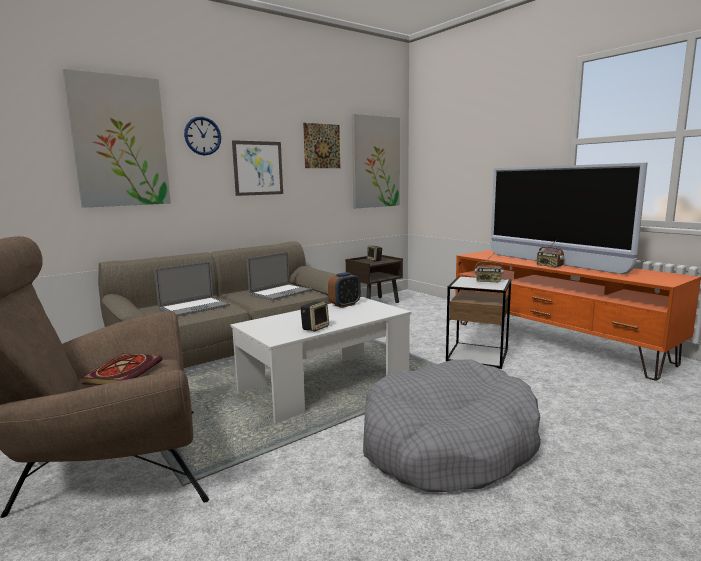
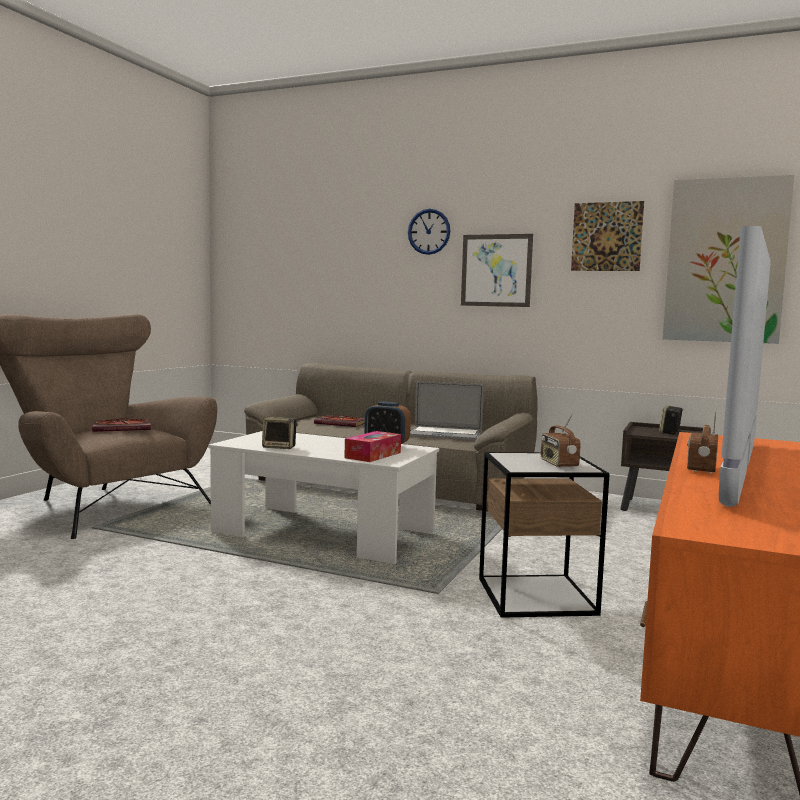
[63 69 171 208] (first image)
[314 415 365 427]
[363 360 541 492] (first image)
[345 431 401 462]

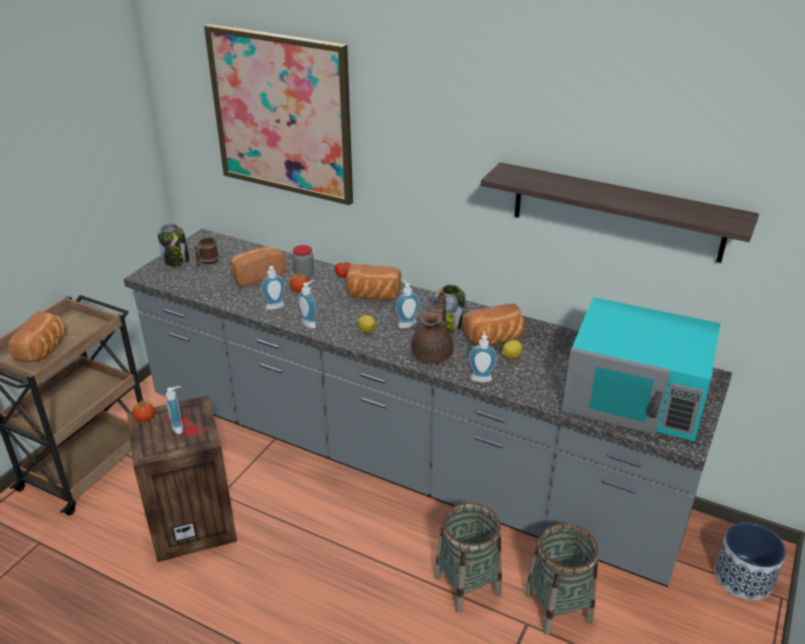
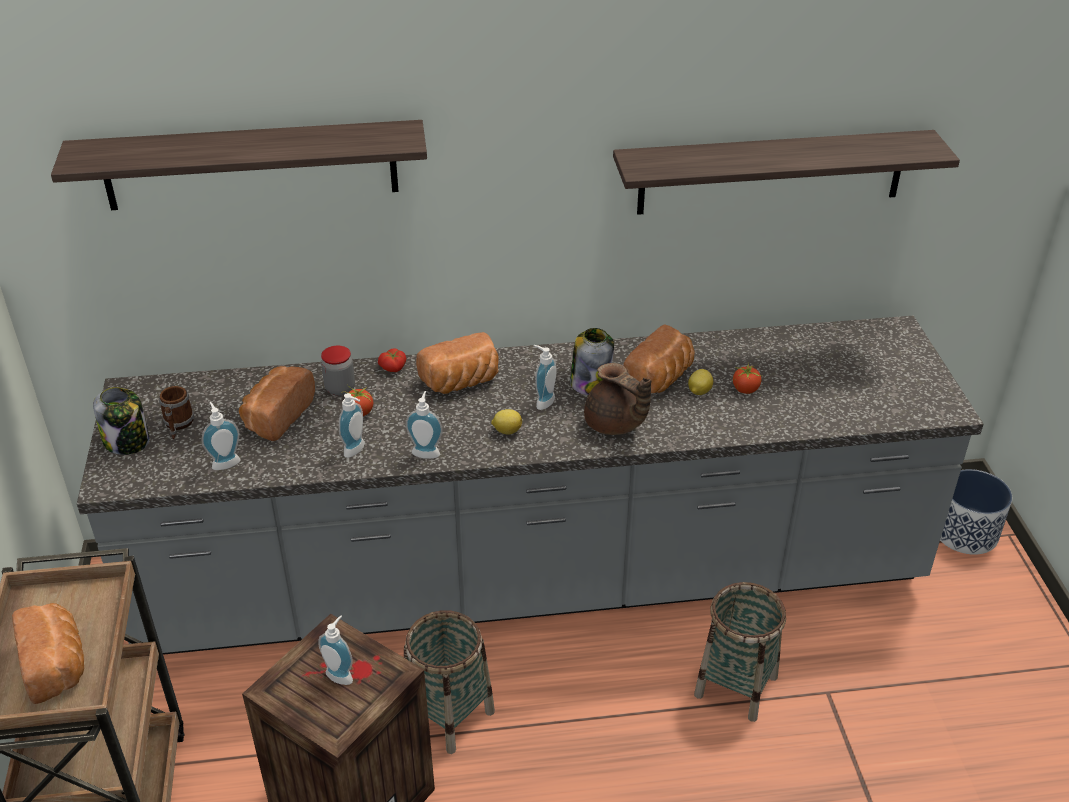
[51 120 427 210]
[584 363 651 435]
[562 297 721 441] (first image)
[202 402 240 470]
[733 363 763 394]
[404 610 495 754]

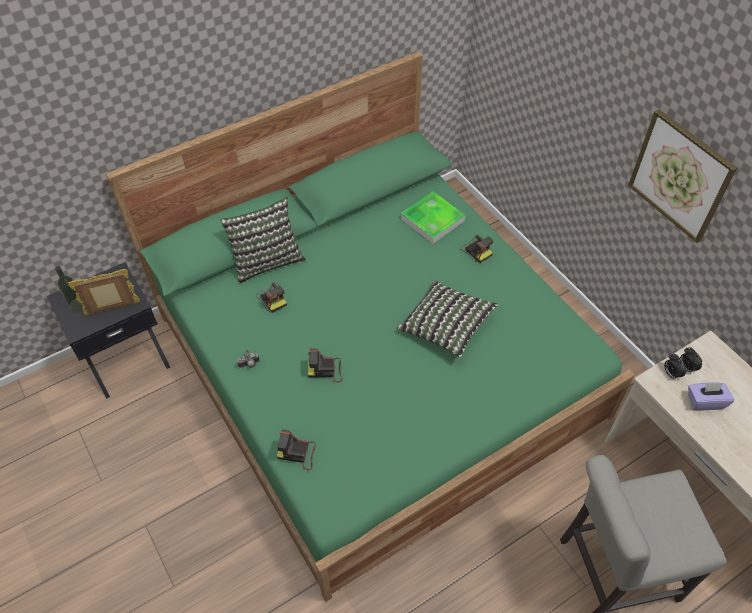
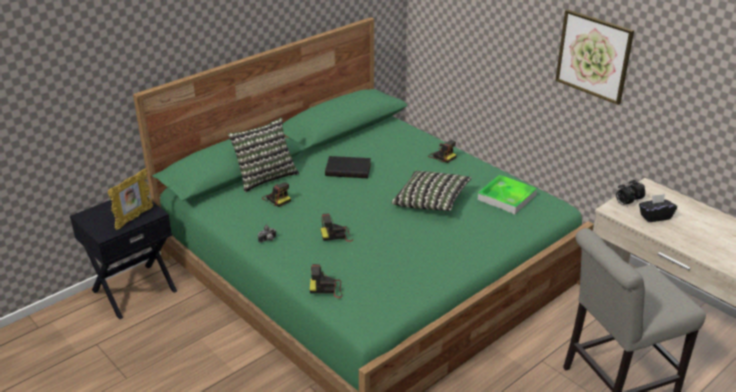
[477 175 537 214]
[55 266 84 310] (first image)
[108 168 153 230]
[639 194 677 222]
[325 156 371 178]

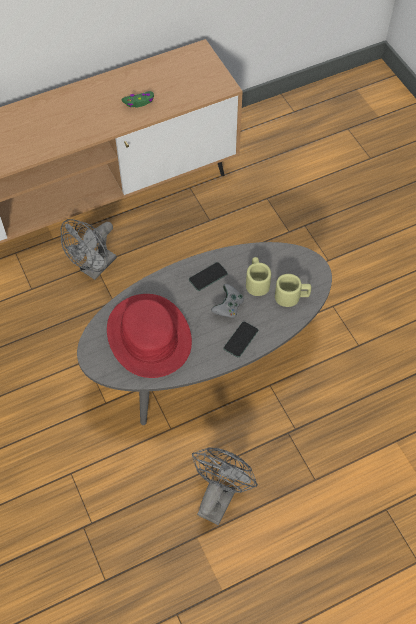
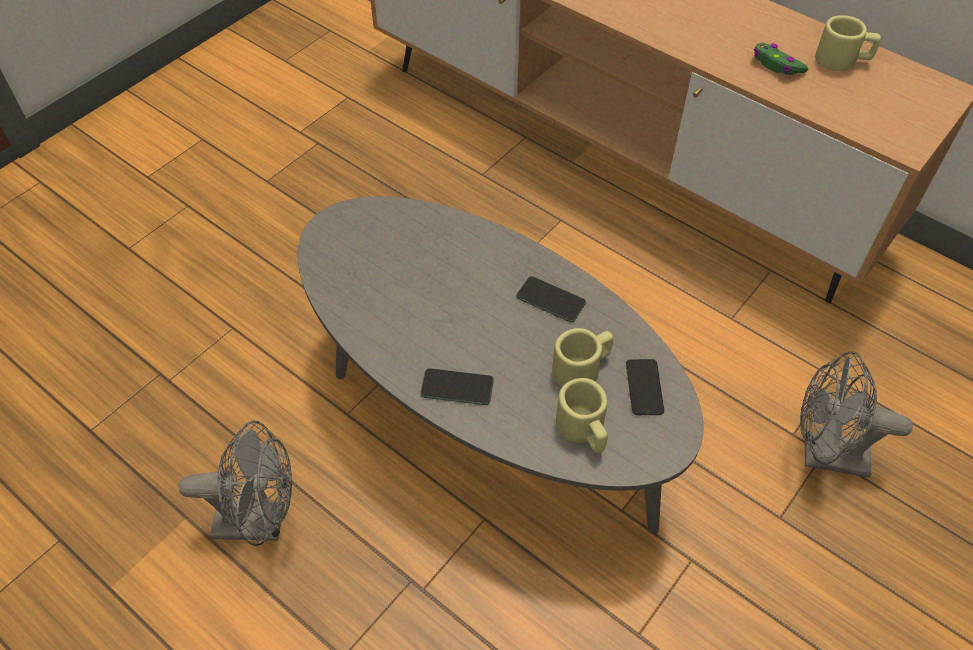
[800 351 913 478]
[211 284 244 318] (first image)
[107 294 192 378] (first image)
[815 15 881 71]
[626 359 664 415]

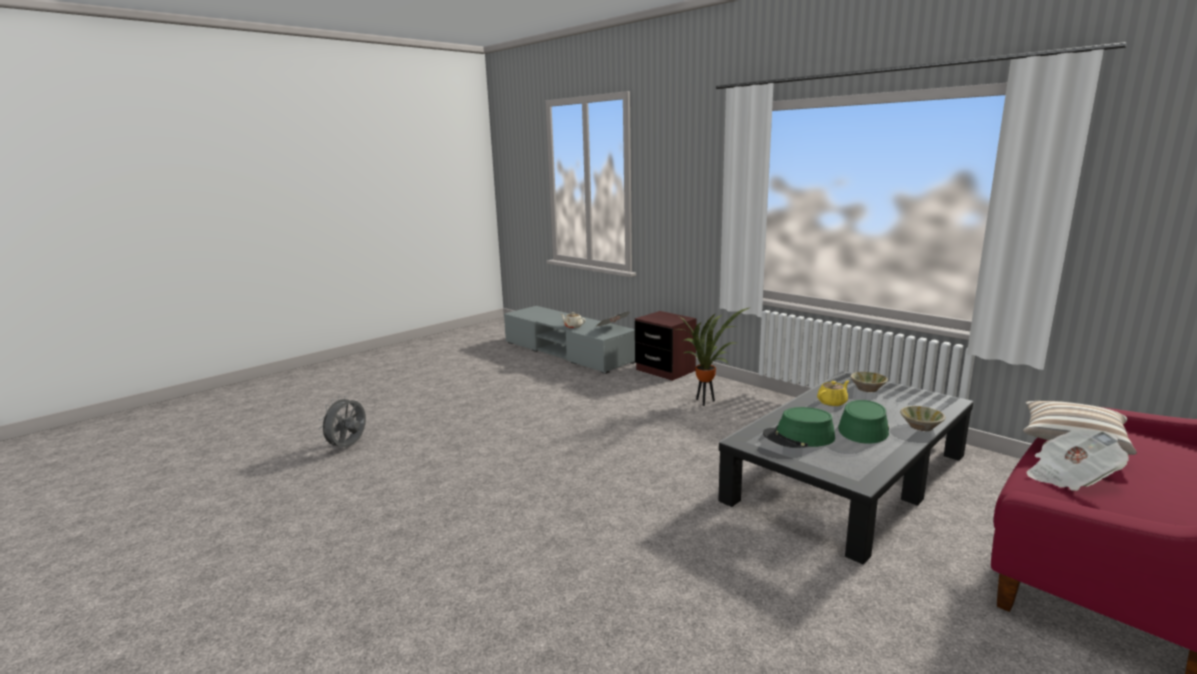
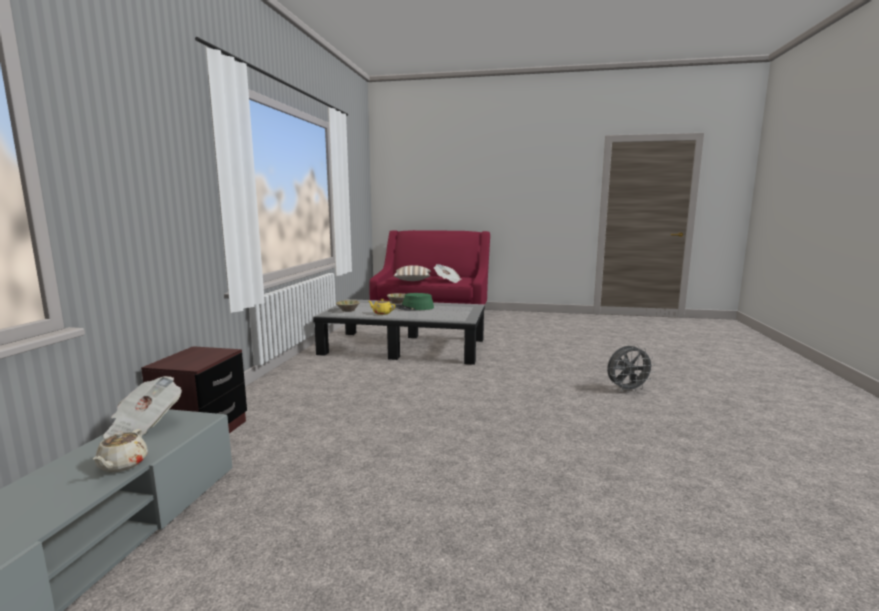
[679 307 751 406] (first image)
[607 345 655 393]
[763 407 835 448] (first image)

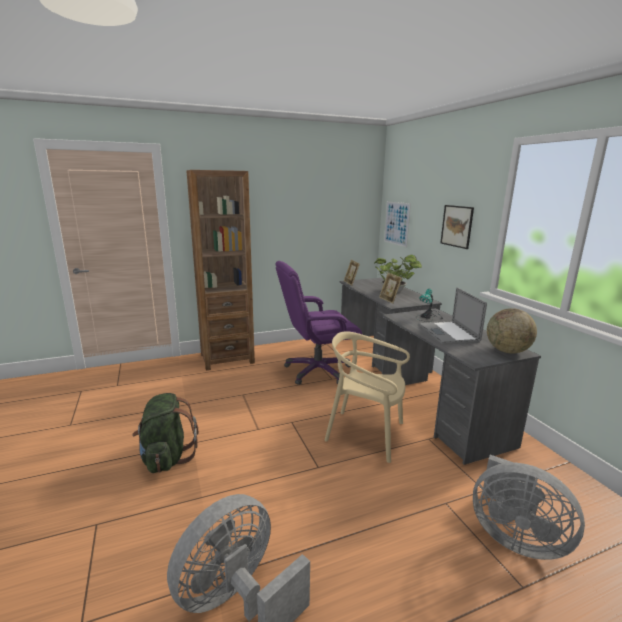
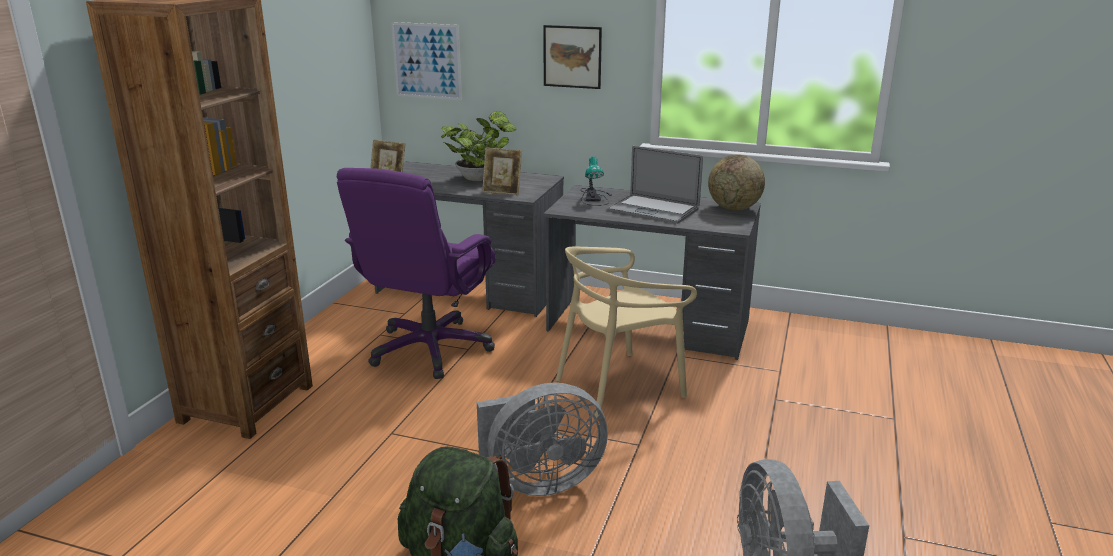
[477 383 608 496]

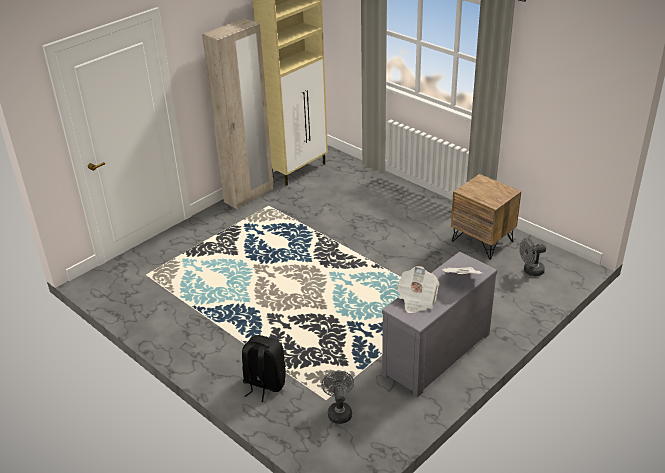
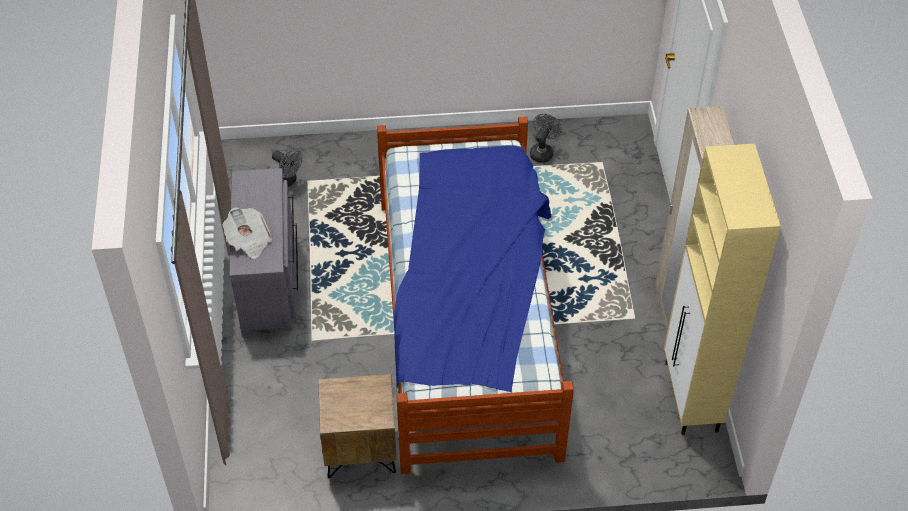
[530 113 562 163]
[397 266 439 313] (first image)
[242 335 286 402] (first image)
[377 116 574 474]

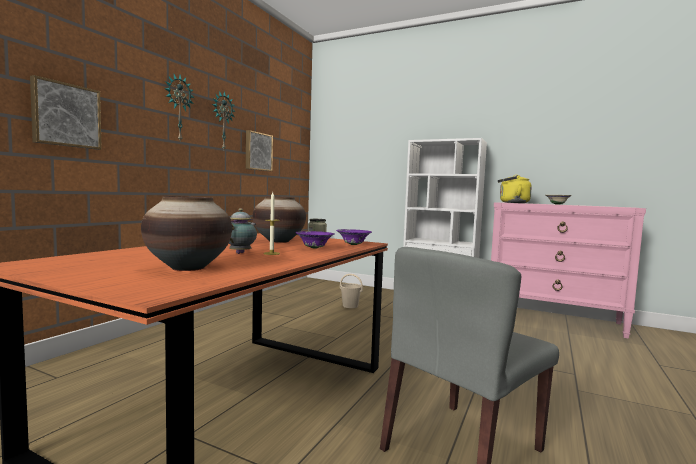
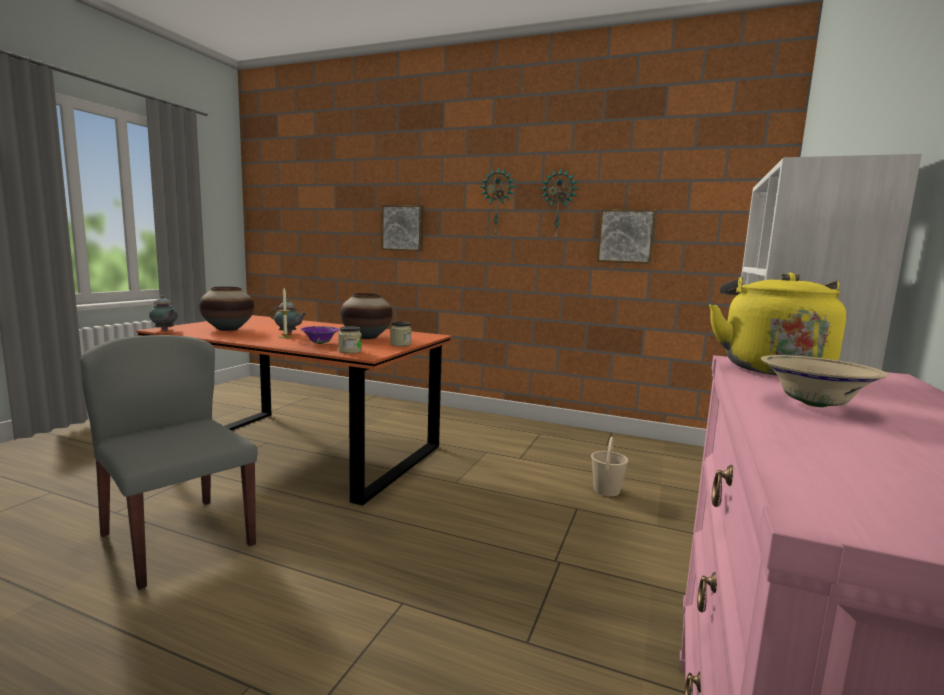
[338 326 362 353]
[149 295 178 330]

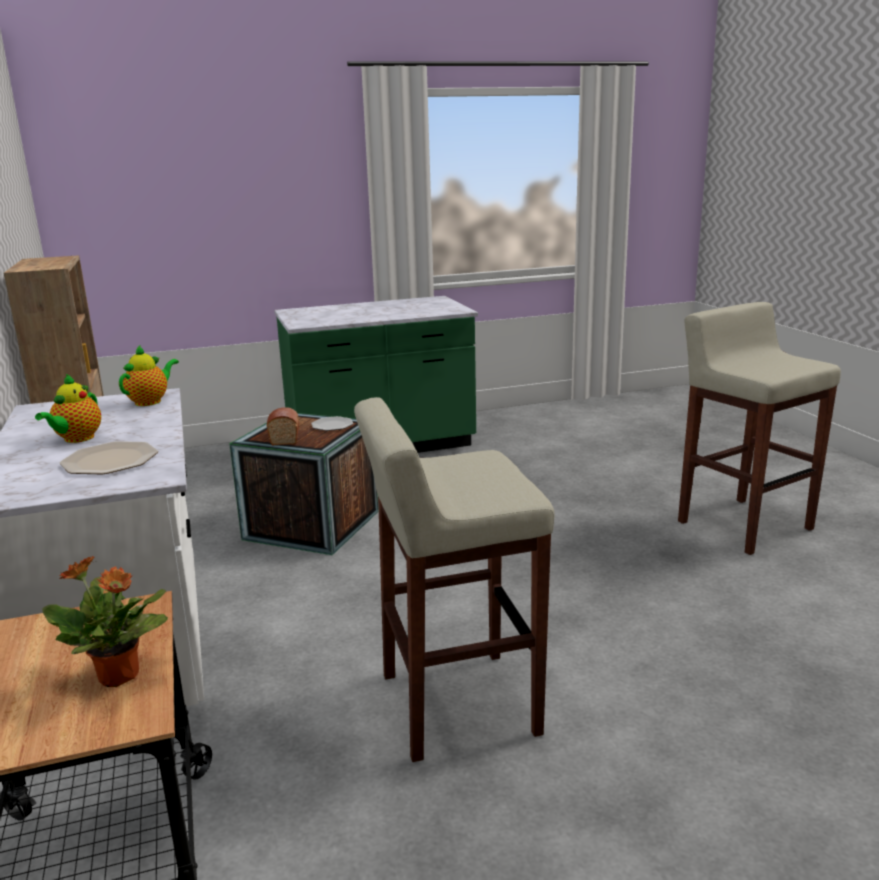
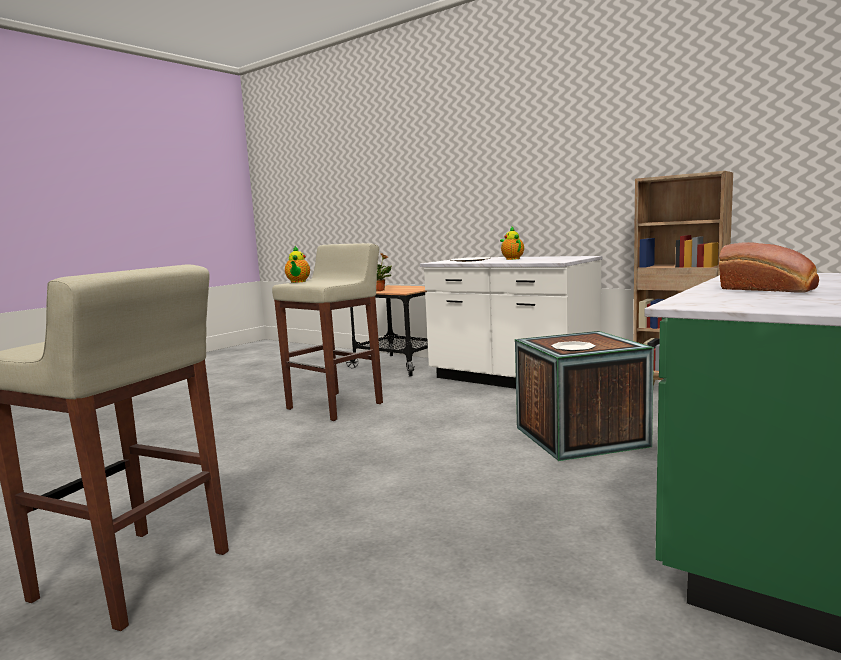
[285 246 310 283]
[719 242 819 293]

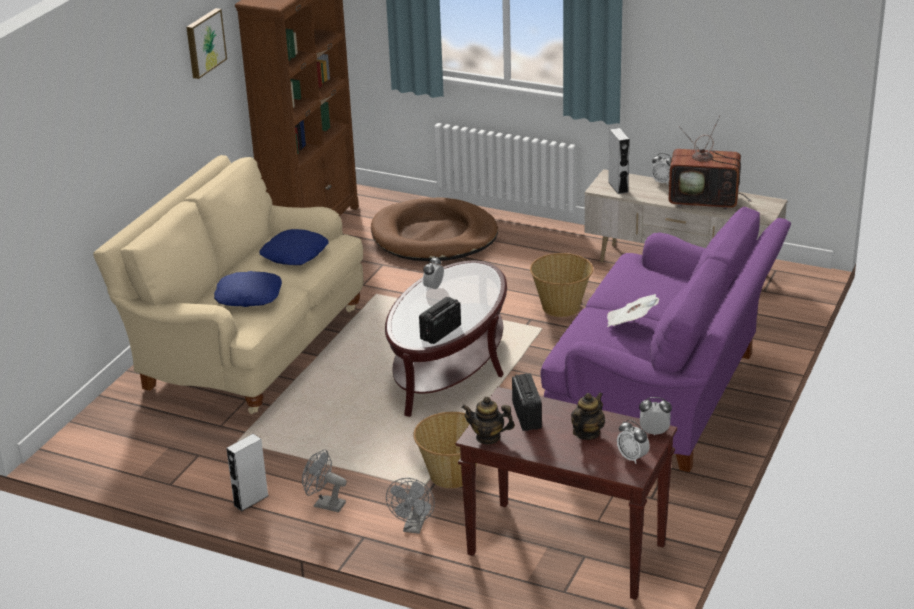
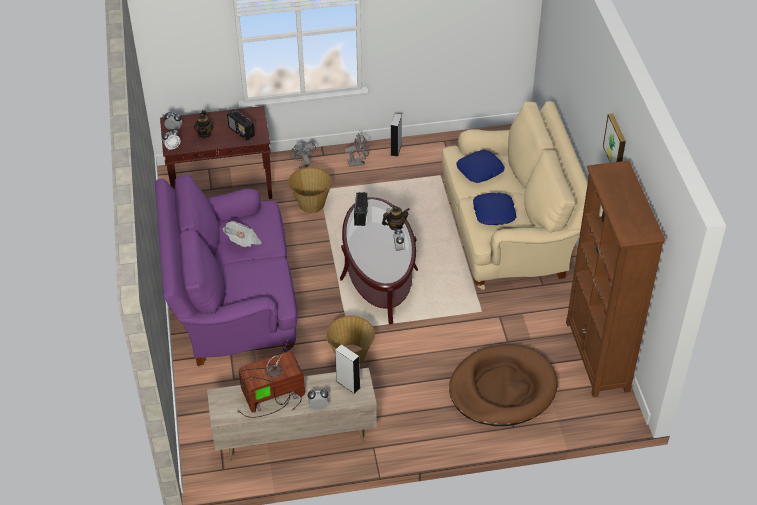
[382 206 410 231]

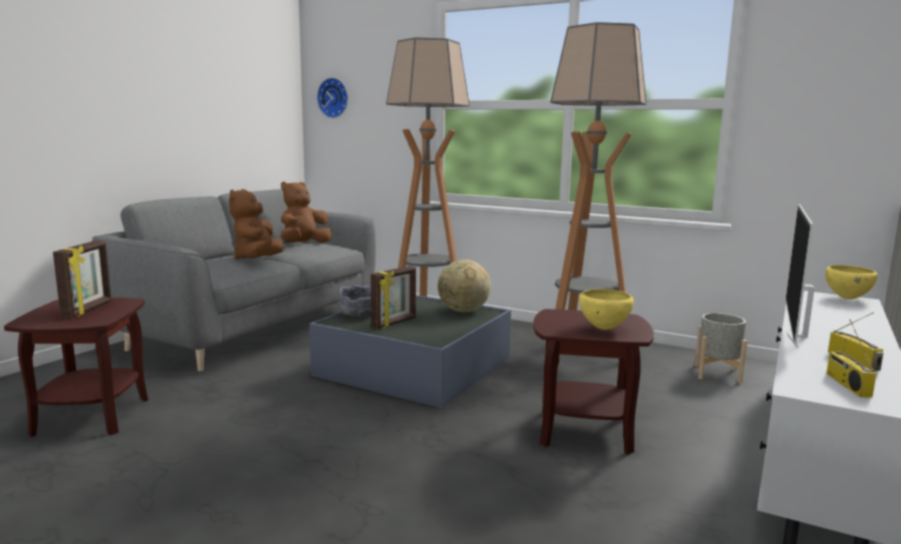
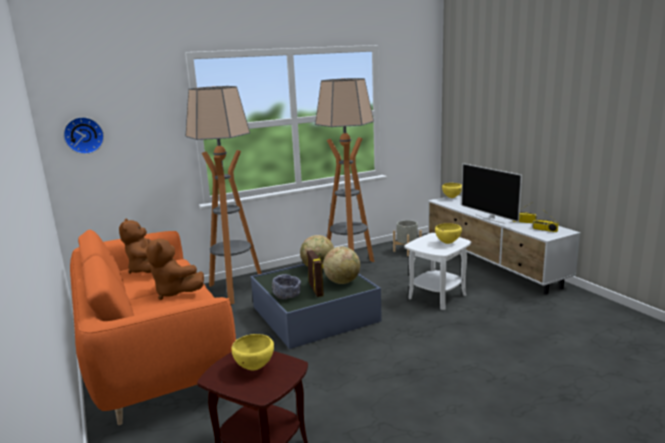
[70 230 236 425]
[232 334 274 370]
[404 233 471 310]
[323 247 360 284]

